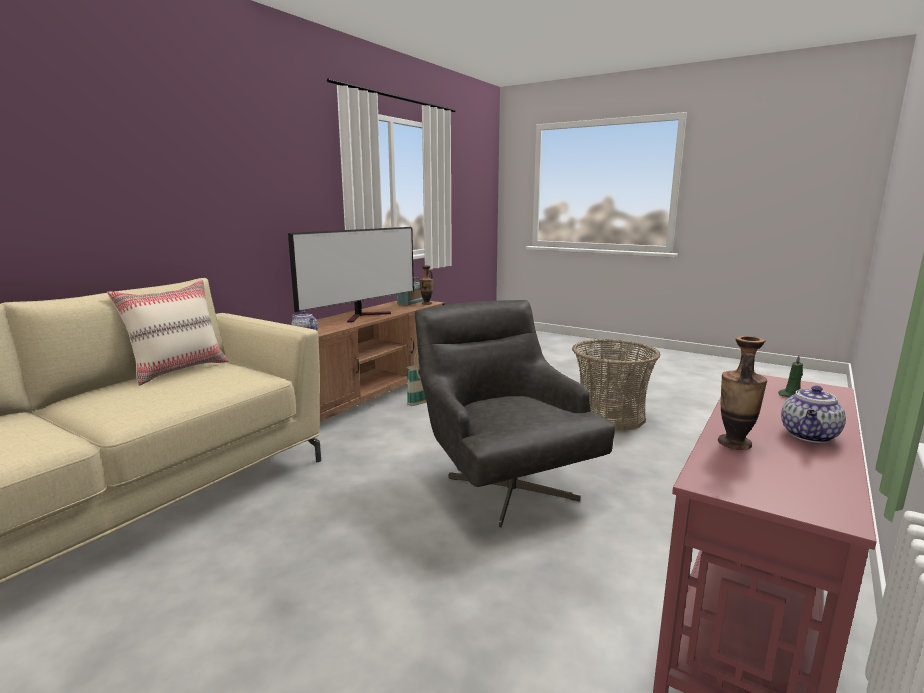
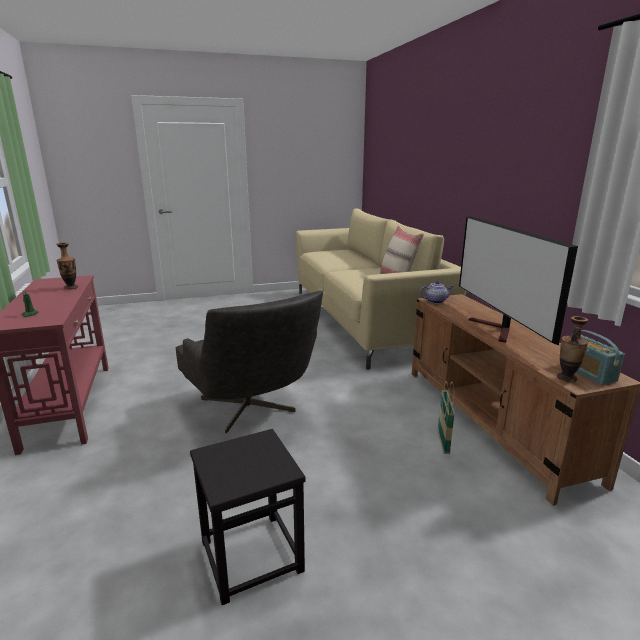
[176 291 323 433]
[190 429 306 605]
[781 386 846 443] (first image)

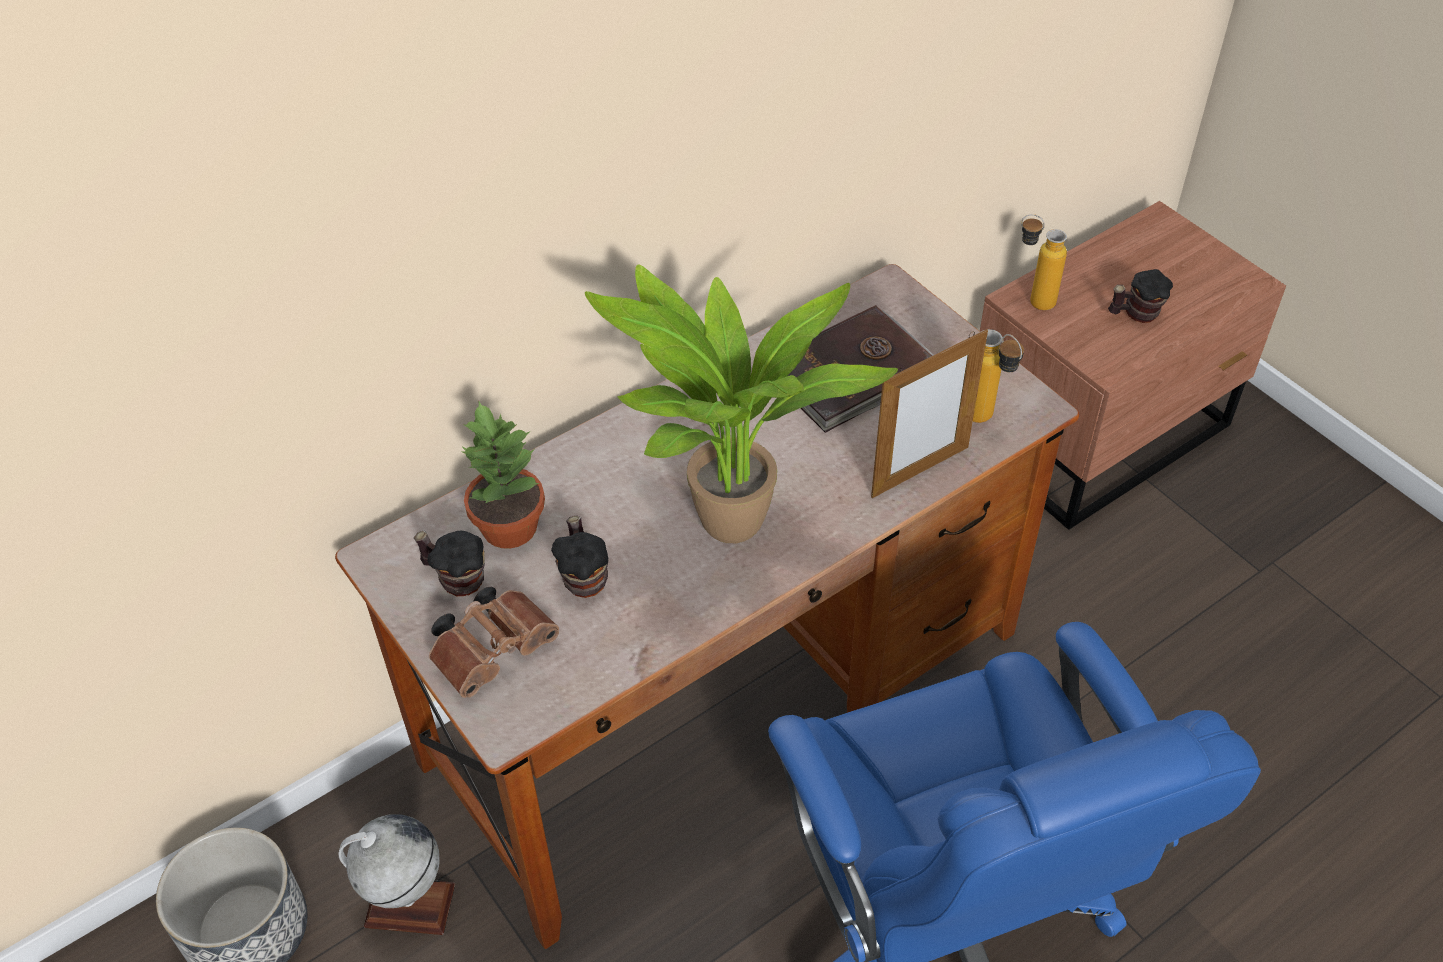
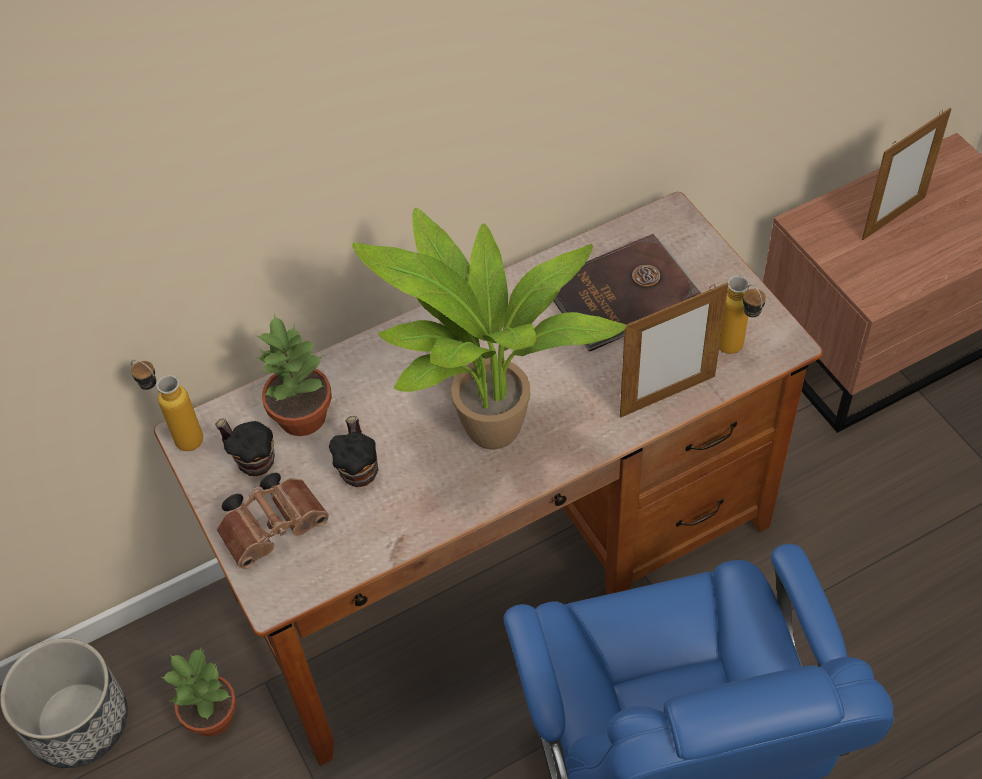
[131 360 203 451]
[1108 269 1173 323] (first image)
[160 647 237 737]
[862 108 952 240]

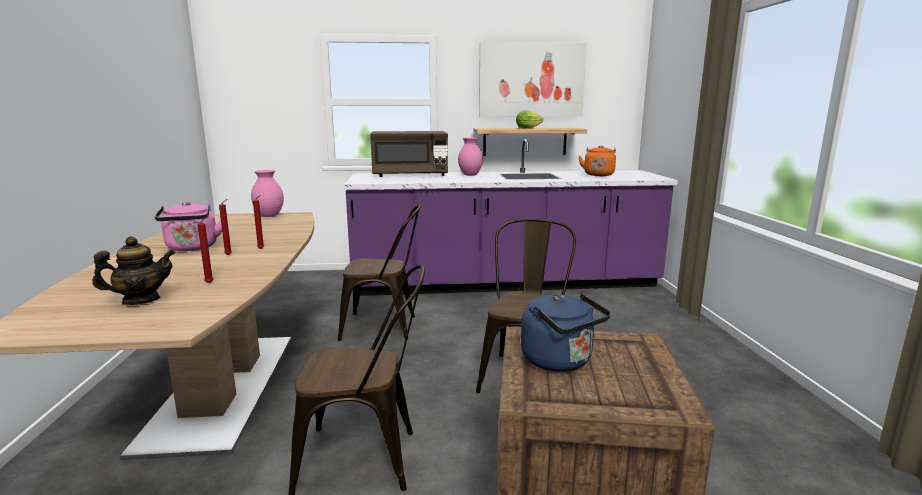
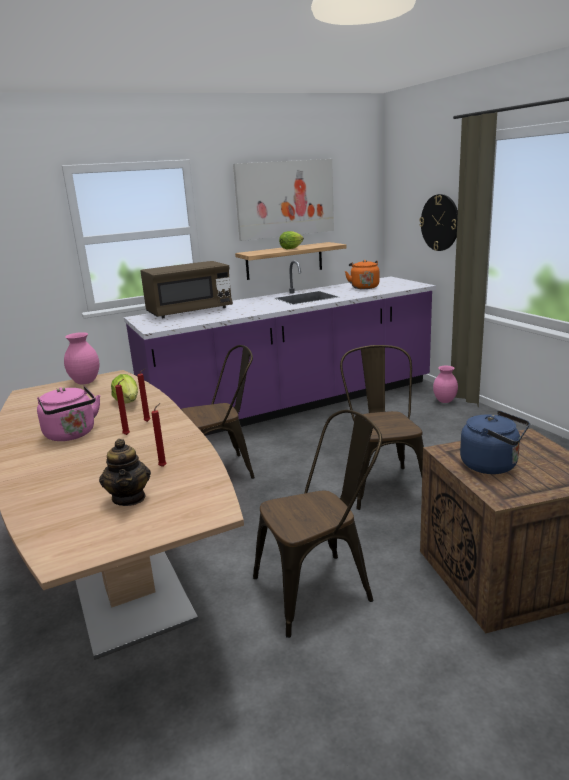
[433 366 458 403]
[99 439 151 506]
[419 194 458 251]
[111 374 138 403]

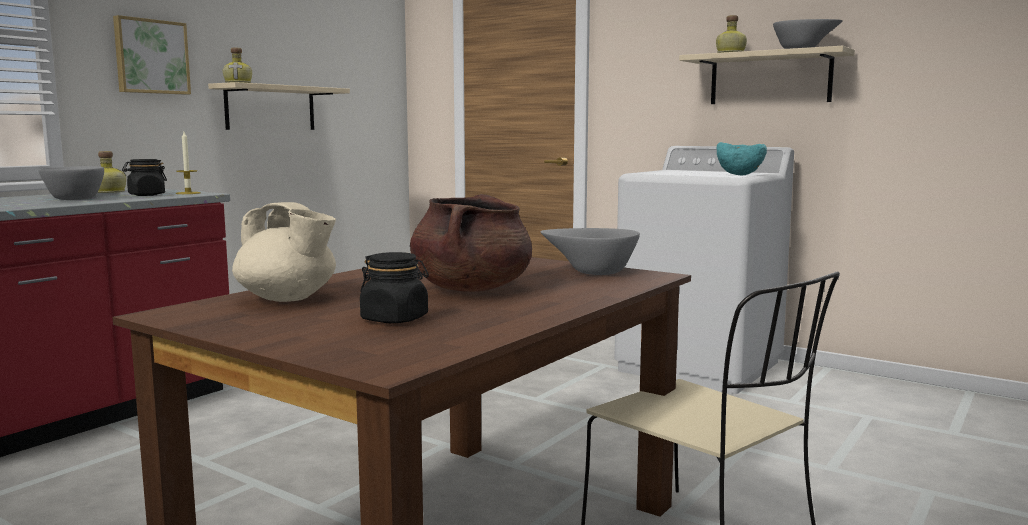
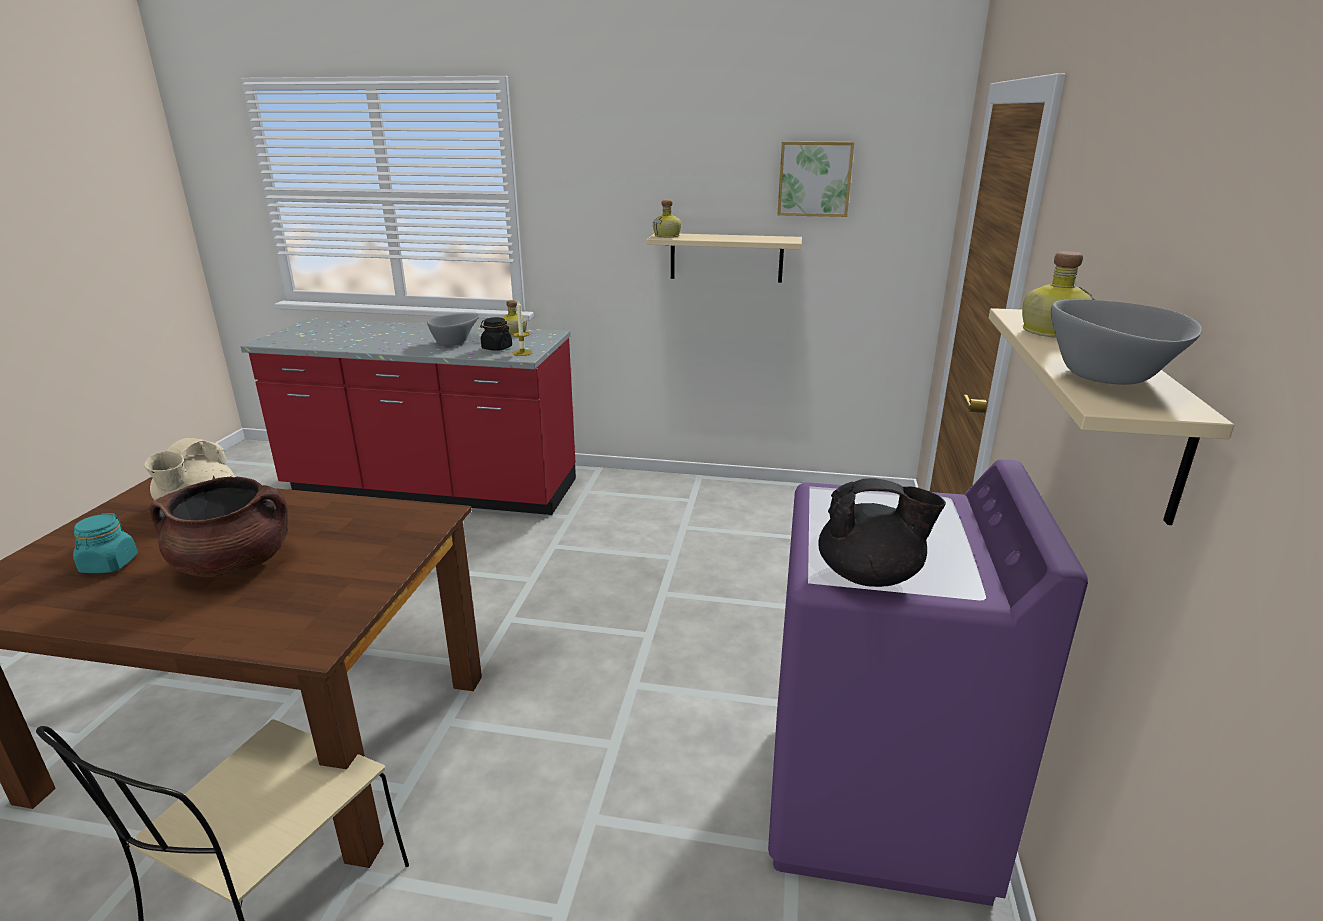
[777 141 854 217]
[818 478 946 587]
[768 459 1088 906]
[540 228 640 275] (first image)
[73 513 138 573]

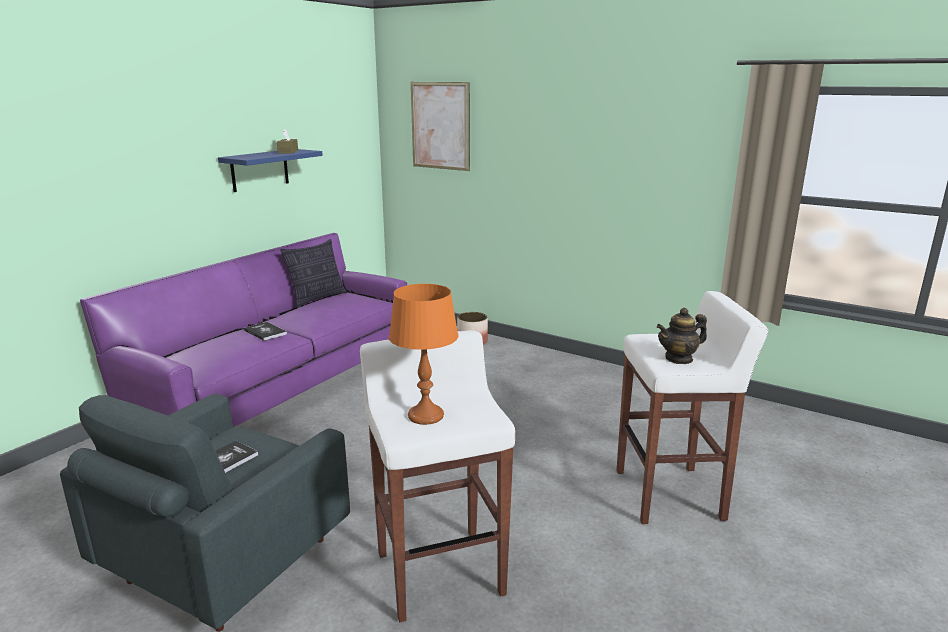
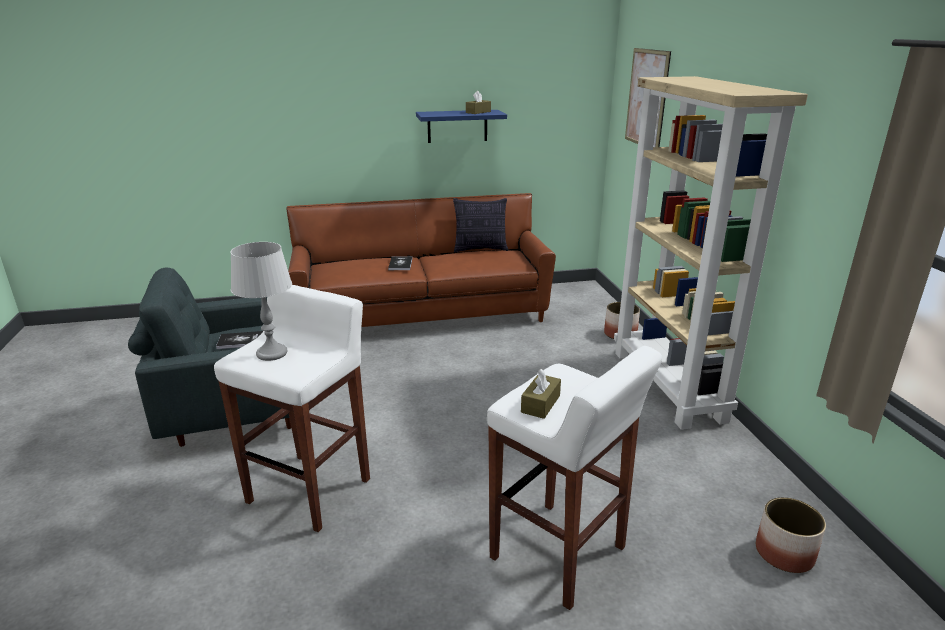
[286 193 556 327]
[231 242 292 361]
[521 369 561 419]
[614 76 808 430]
[756 497 826 573]

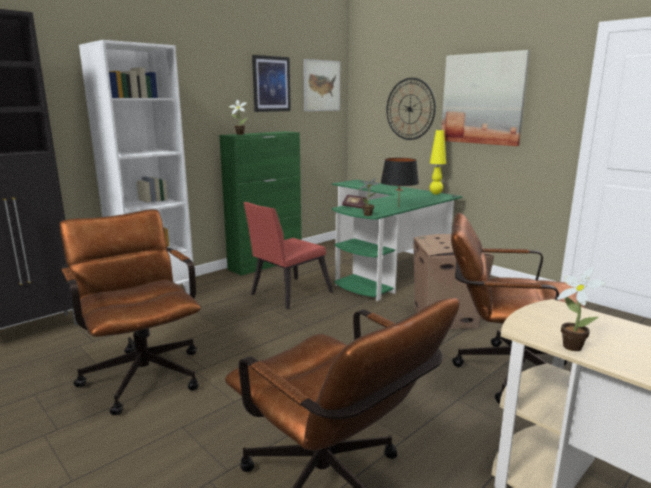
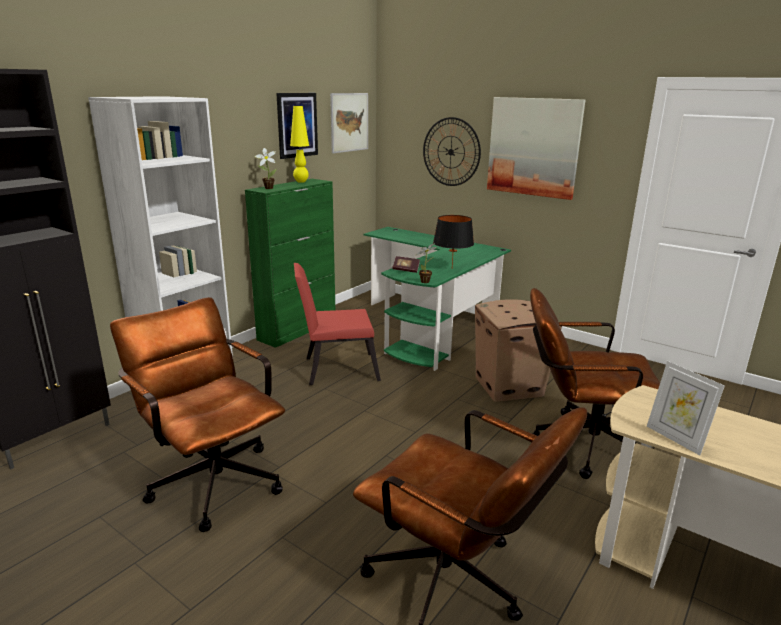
[290 106 309 183]
[294 263 381 385]
[647 361 725 455]

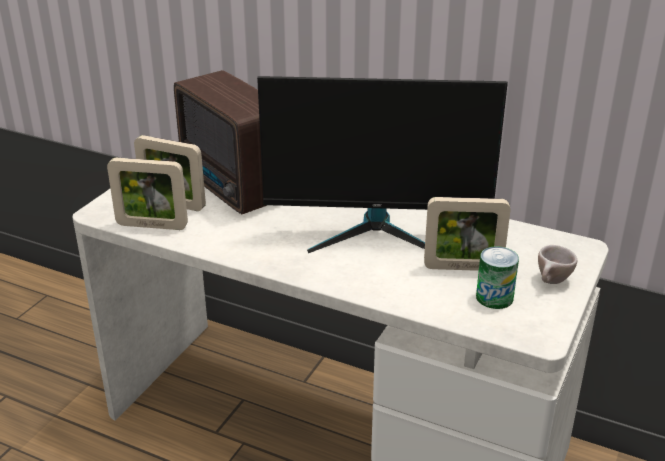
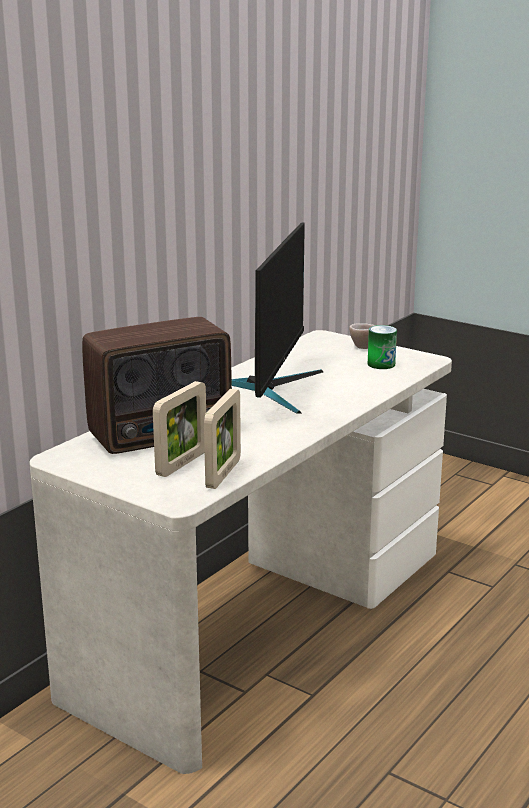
[424 197 510 271] (first image)

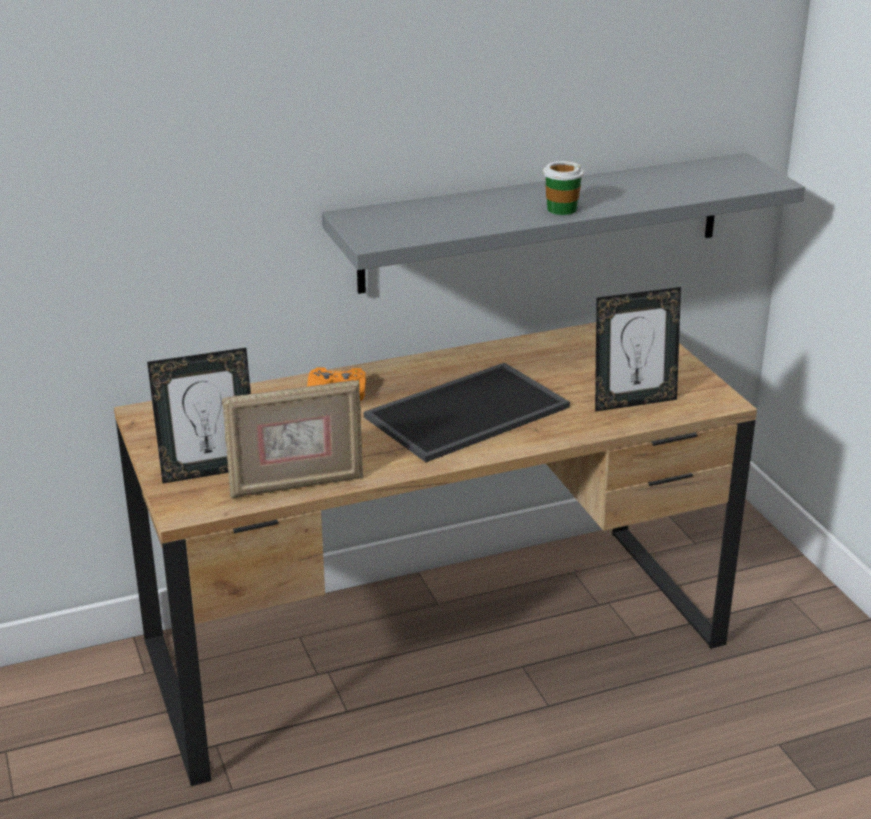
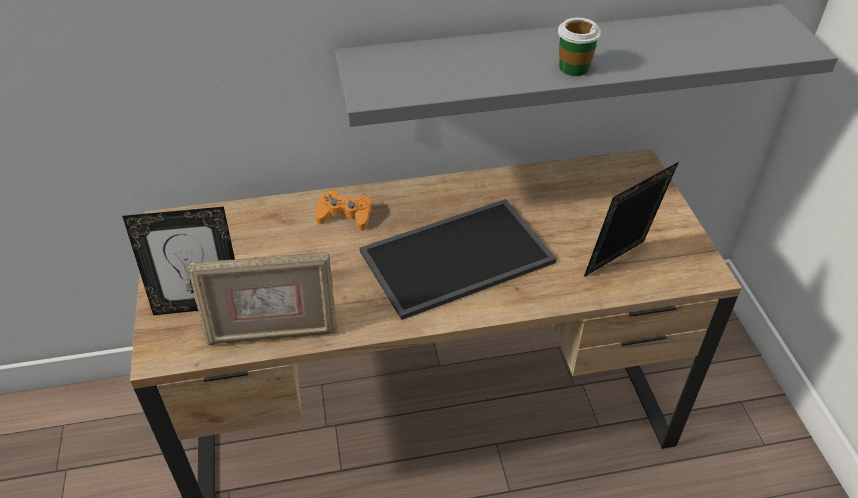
[584 162 679 277]

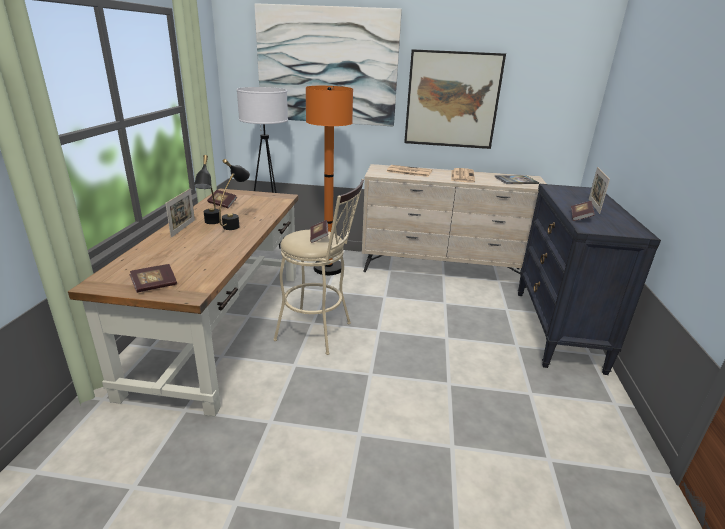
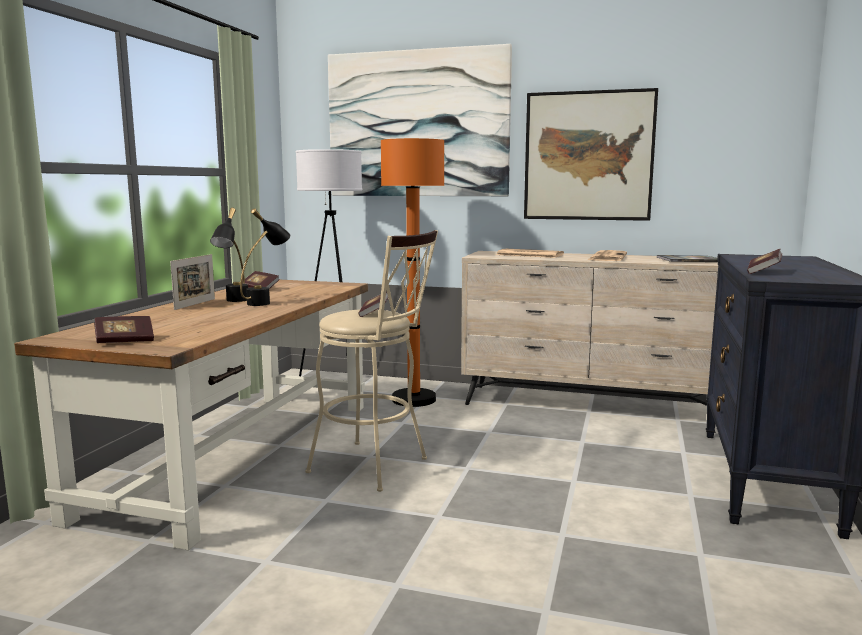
[589 167 610 214] (first image)

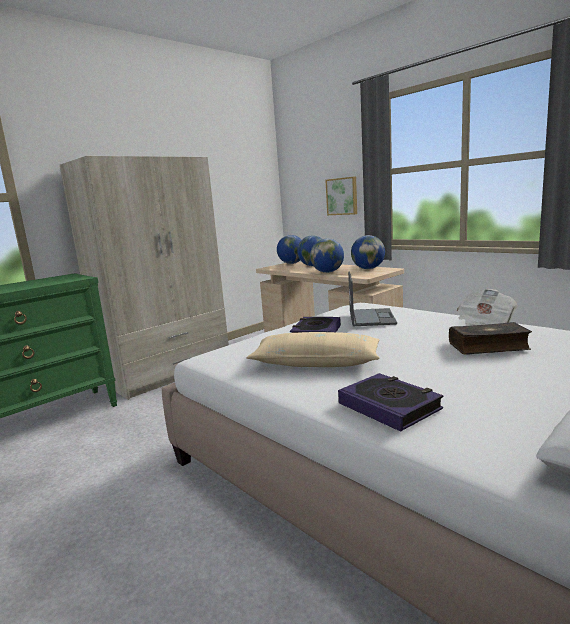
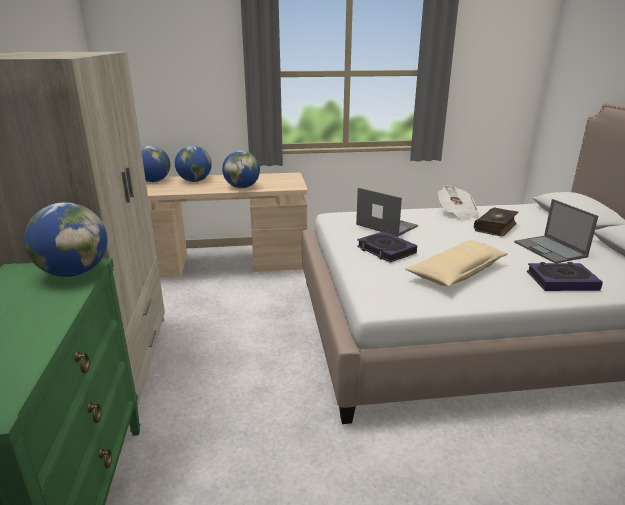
[326 177 357 215] (first image)
[24 202 107 277]
[514 199 598 263]

